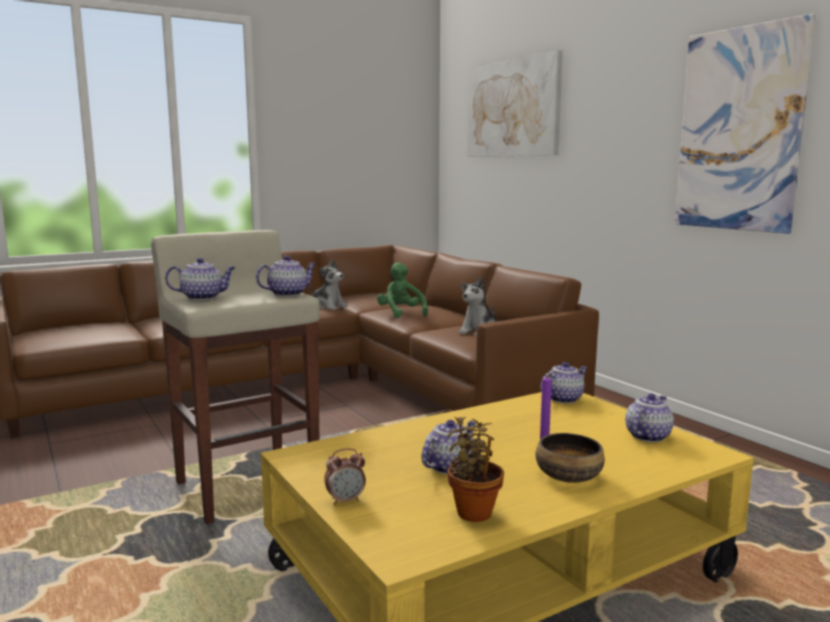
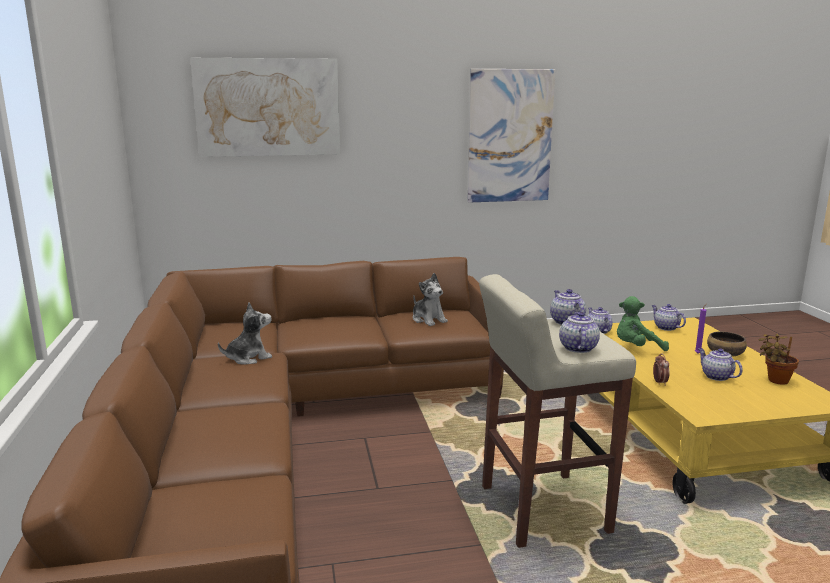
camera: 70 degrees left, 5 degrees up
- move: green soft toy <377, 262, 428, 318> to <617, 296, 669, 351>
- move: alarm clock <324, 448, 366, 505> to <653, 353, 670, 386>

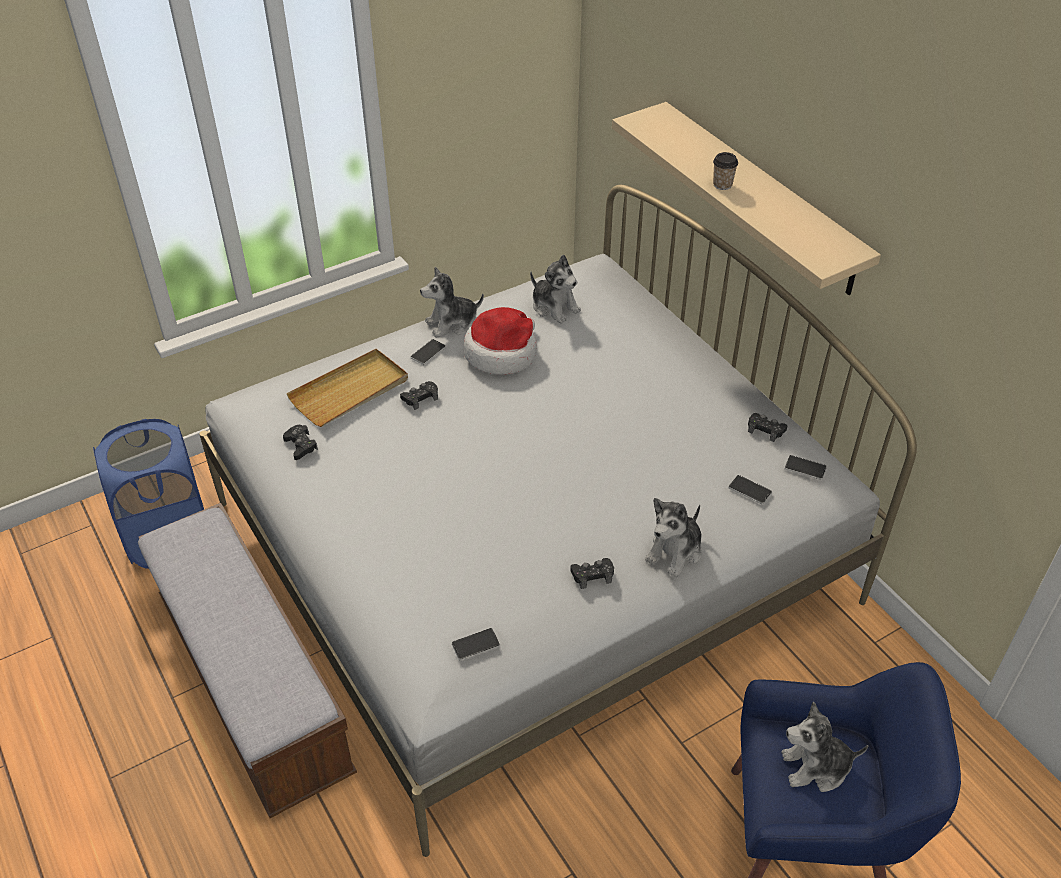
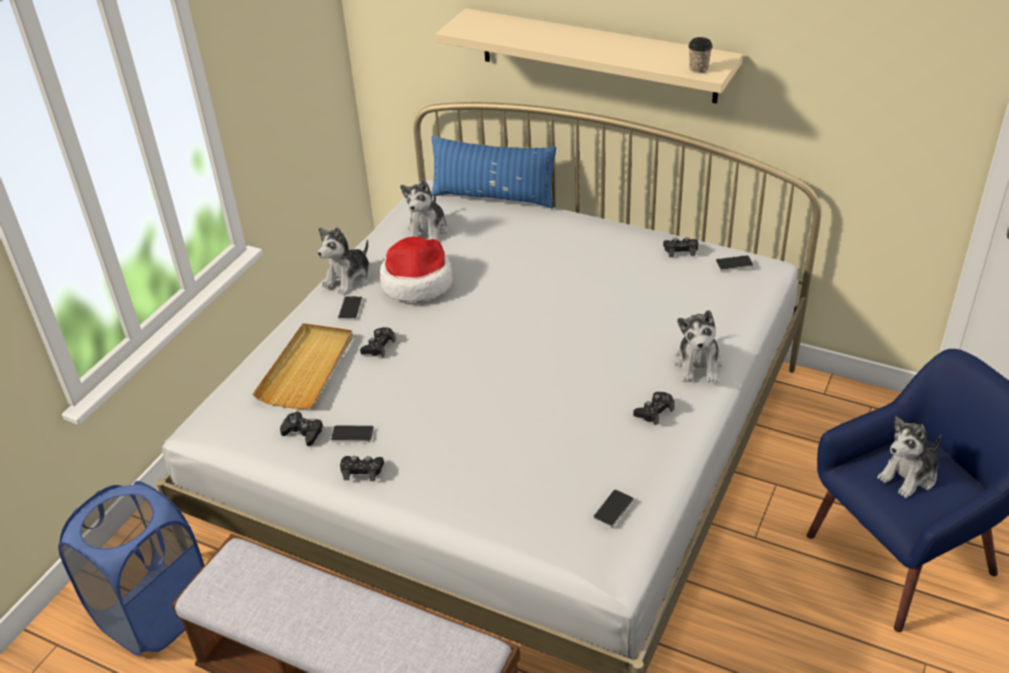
camera: 30 degrees left, 5 degrees down
- move: small cup <713, 152, 738, 190> to <688, 37, 713, 73>
- rotate: soft toy <530, 254, 581, 324> = <400, 179, 448, 240> 90 degrees clockwise
- move: handset <728, 475, 772, 504> to <331, 426, 374, 443>
- insert: blue pillow <431, 136, 556, 208>
- insert: blackish joypad <340, 456, 384, 481>

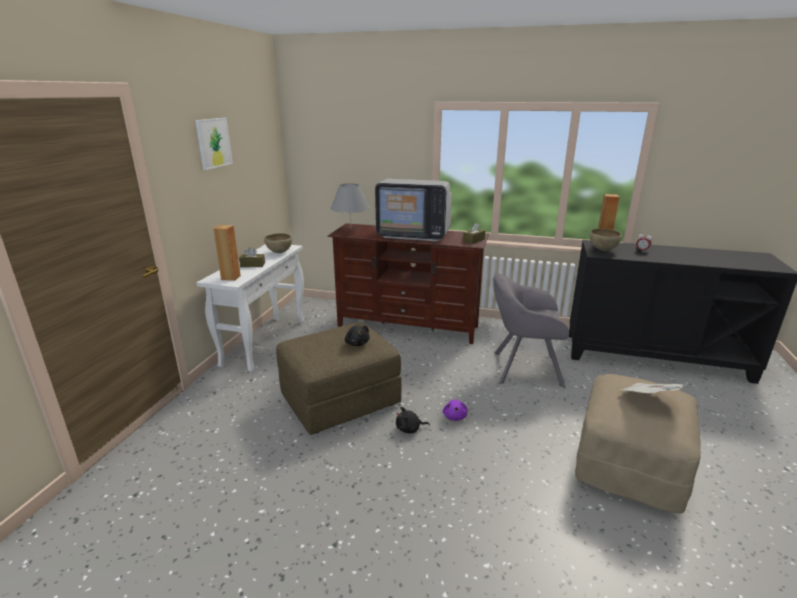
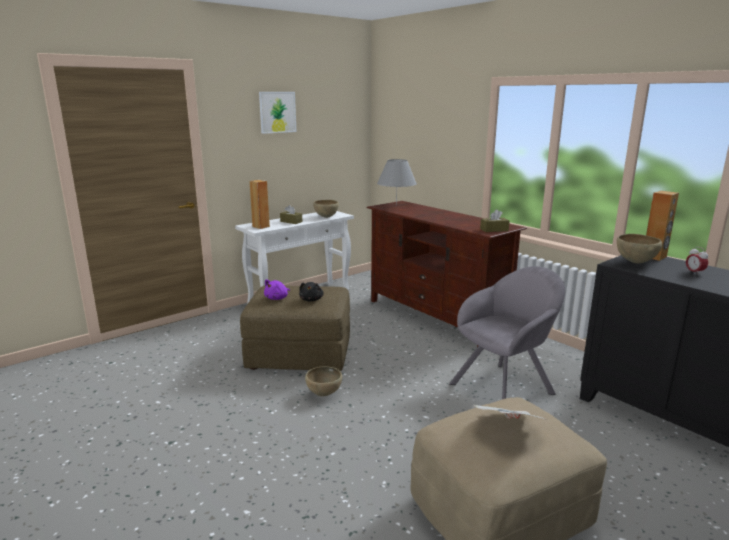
camera: 35 degrees right, 5 degrees down
- delete: TV <375, 179, 452, 241>
- rotate: greyish lounge chair <493, 274, 569, 388> = <449, 266, 565, 399> 105 degrees clockwise
- move: purplish soft toy <443, 400, 468, 421> to <264, 279, 290, 300>
- replace: blackish soft toy <396, 407, 430, 434> to brown-coloured deep dish <305, 366, 342, 396>

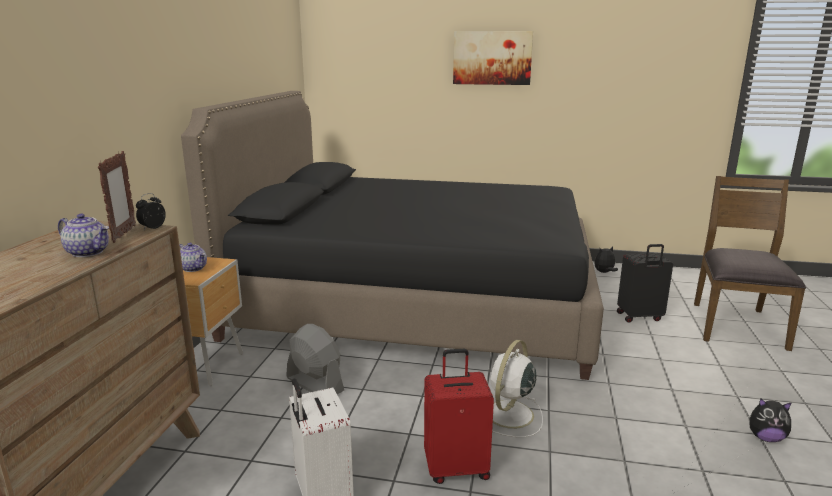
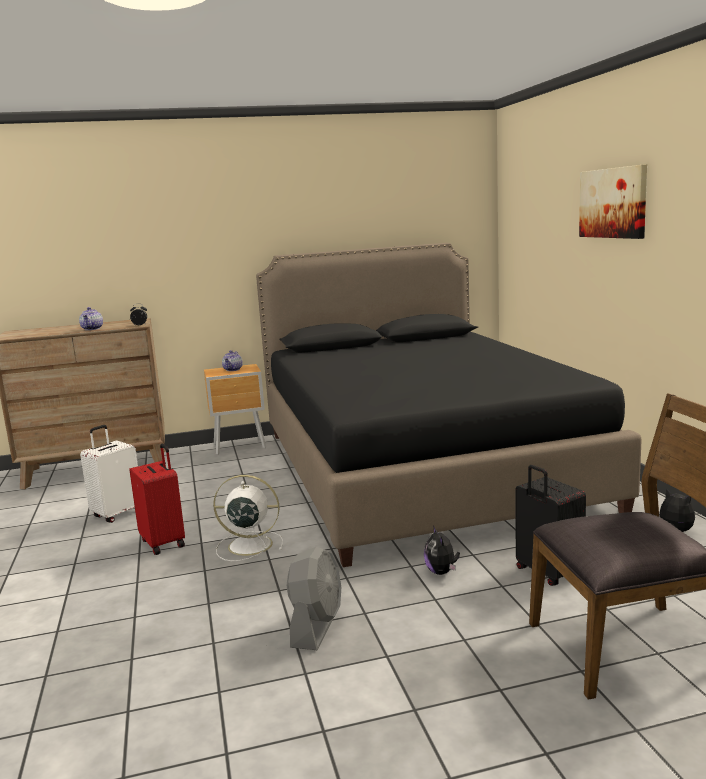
camera: 65 degrees right, 5 degrees down
- delete: photo frame <98, 151, 136, 243>
- move: greyish fan <286, 324, 344, 394> to <286, 546, 341, 650>
- move: soft toy <749, 398, 792, 442> to <424, 526, 460, 575>

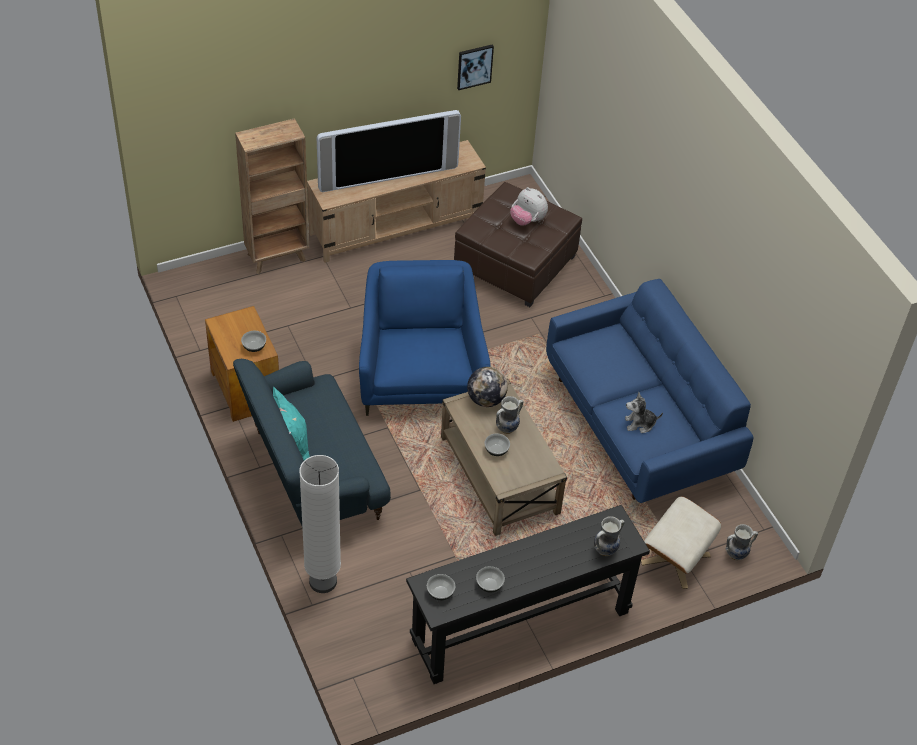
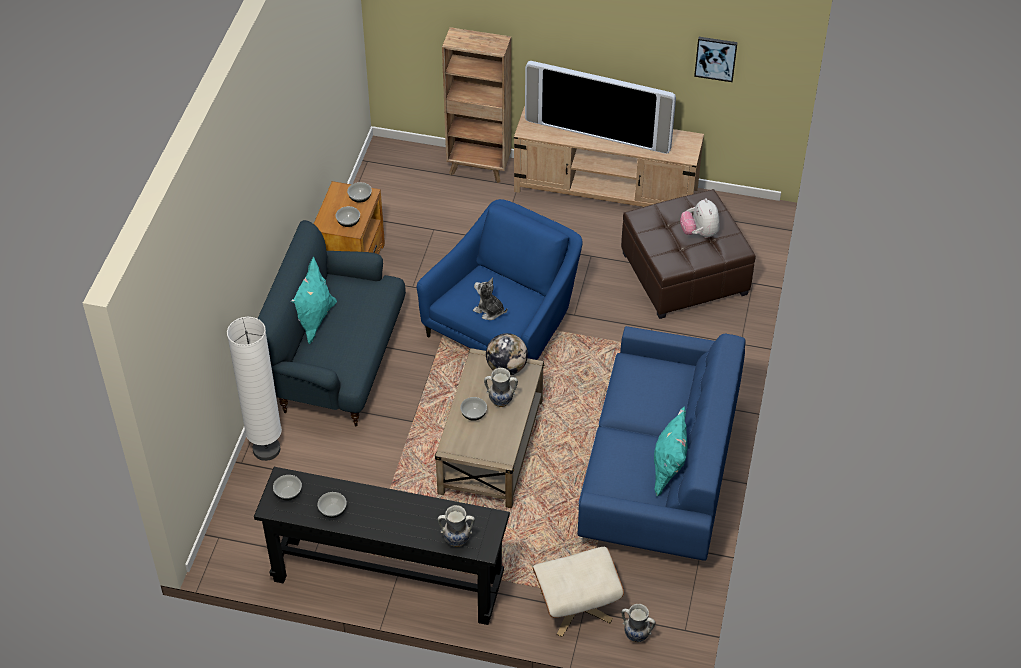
camera: 40 degrees right, 0 degrees up
- move: soft toy <625, 392, 663, 433> to <473, 278, 508, 320>
- insert: deep dish <347, 182, 372, 203>
- insert: turquoise pillow <654, 406, 688, 496>

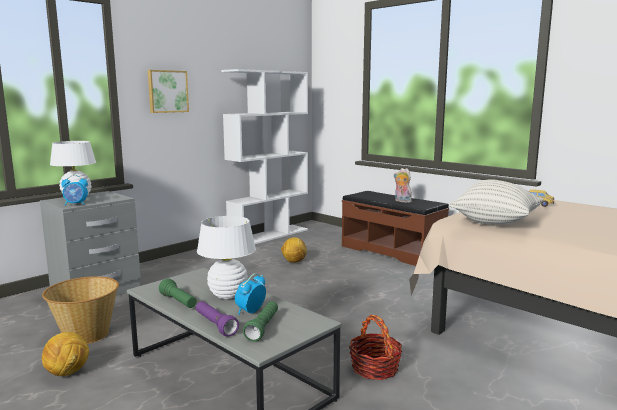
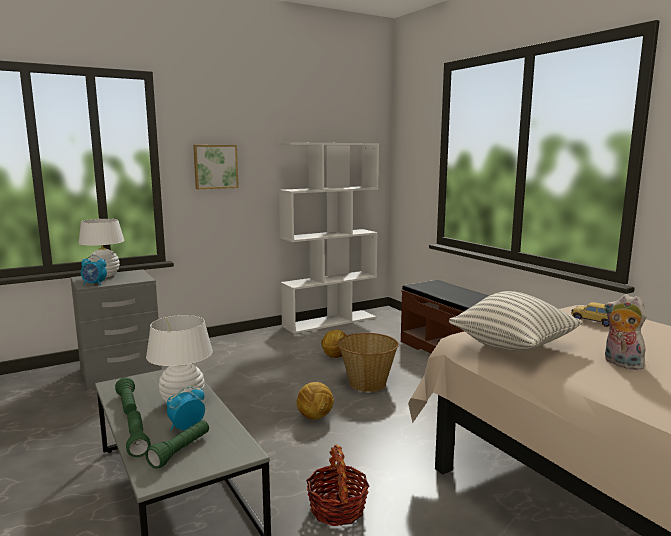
camera: 15 degrees right, 0 degrees up
- move: soft toy <394, 168, 412, 203> to <604, 294, 647, 370>
- move: storage basket <42, 276, 119, 344> to <337, 333, 399, 392>
- recolor: purplish torch <196, 301, 239, 337> to green torch <126, 410, 151, 457>
- move: football <42, 332, 89, 376> to <297, 382, 334, 420>

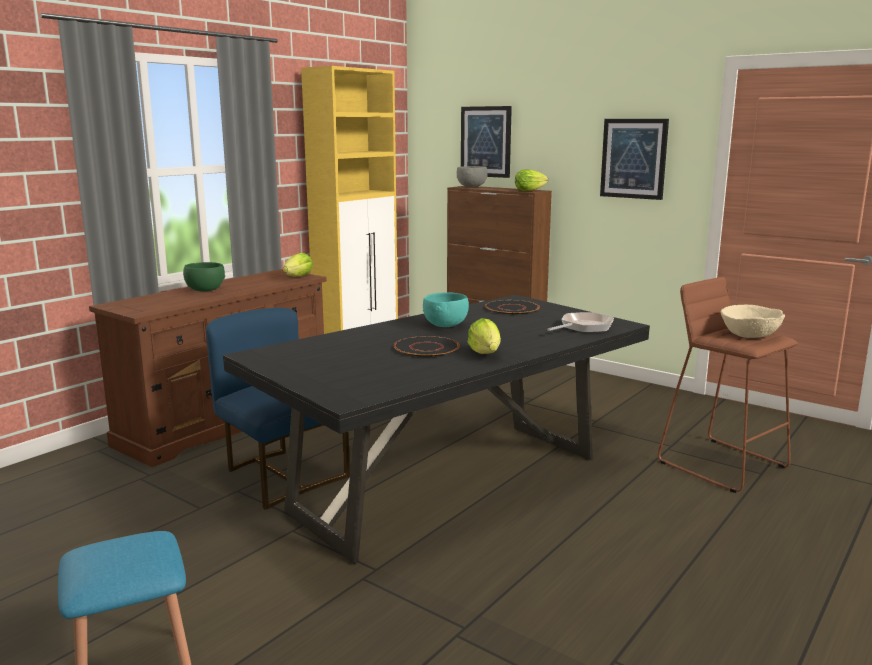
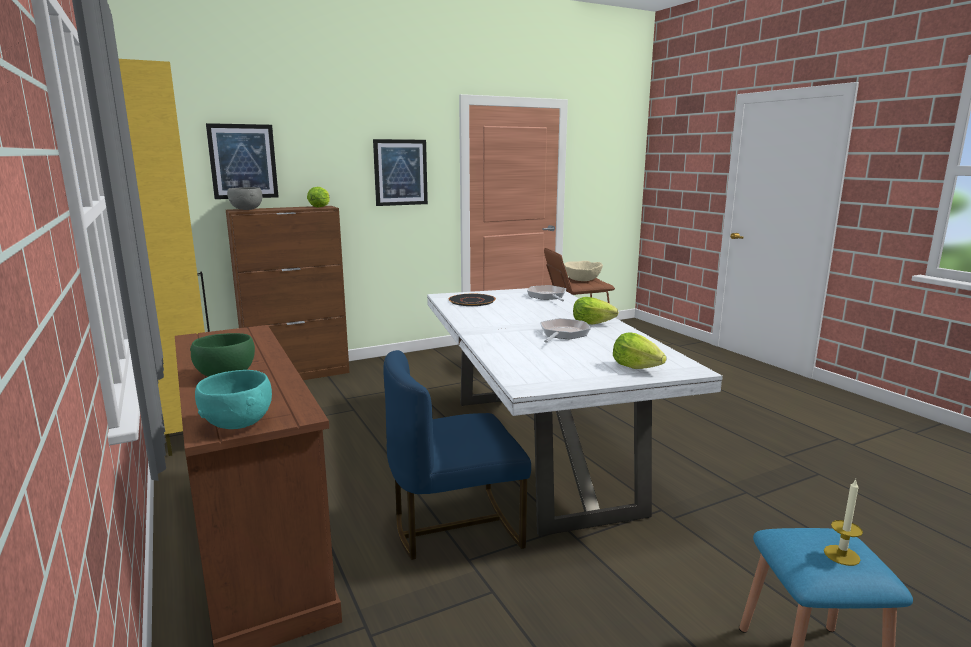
camera: 65 degrees left, 0 degrees up
- move: lettuce head <283, 252, 313, 277> to <613, 333, 667, 369>
- move: turquoise deep dish <423, 292, 469, 327> to <195, 370, 272, 429>
- recolor: blackish dinner table <223, 295, 650, 564> to white dinner table <427, 288, 723, 537>
- replace: blackish plate <394, 336, 460, 357> to frying pan <540, 318, 591, 343>
- insert: candle <824, 479, 863, 566>

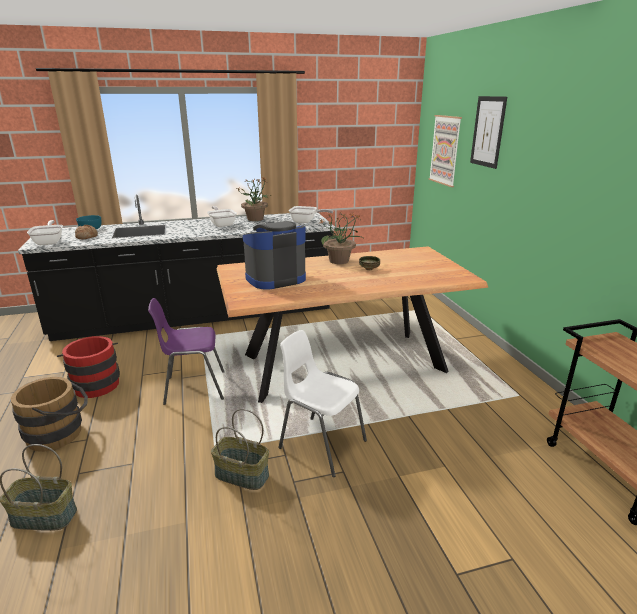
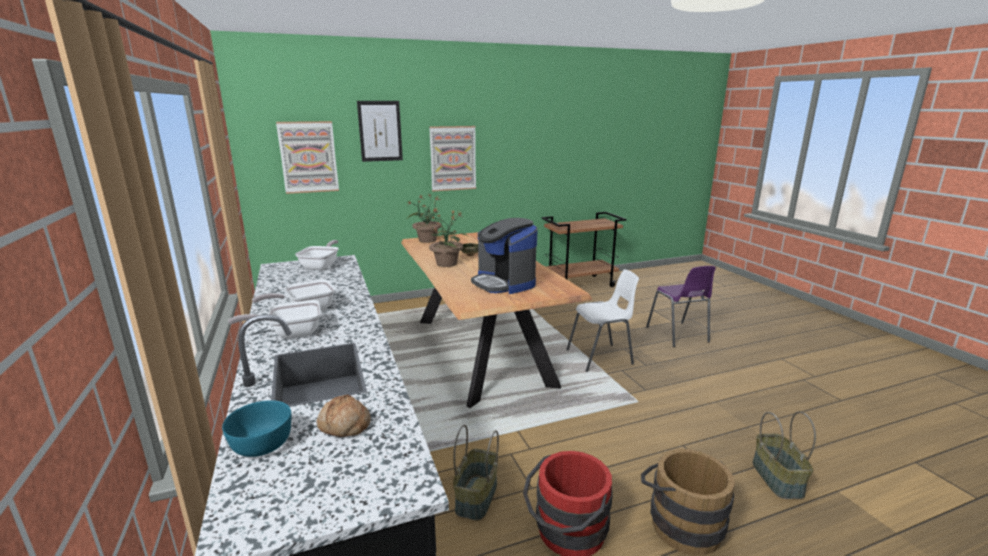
camera: 95 degrees left, 5 degrees down
- move: houseplant <237, 176, 269, 221> to <406, 194, 441, 243>
- move: frying pan <27, 220, 63, 245> to <228, 300, 321, 339>
- move: purplish chair <148, 298, 225, 405> to <646, 266, 716, 347>
- rotate: white chair <279, 330, 367, 477> = <566, 269, 639, 372> 135 degrees counterclockwise
- move: storage basket <211, 409, 269, 490> to <453, 425, 499, 521>
- insert: wall art <429, 126, 476, 191>

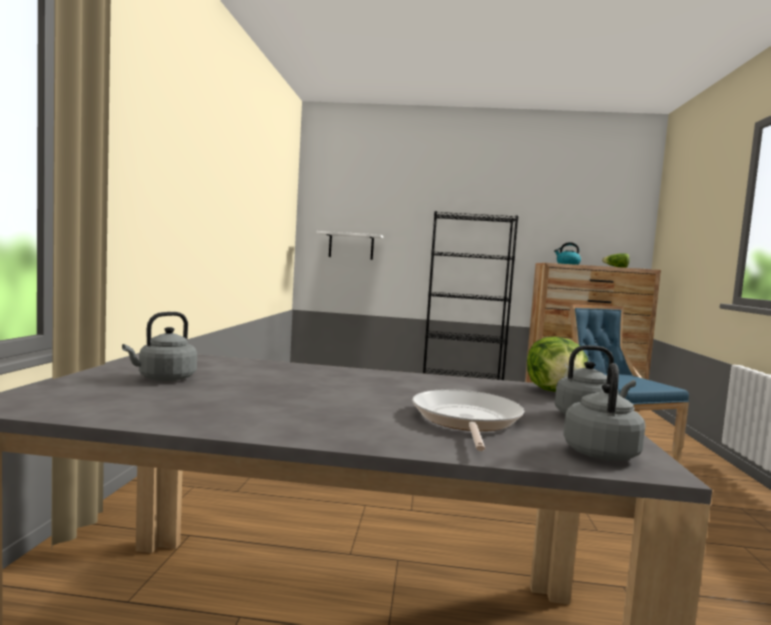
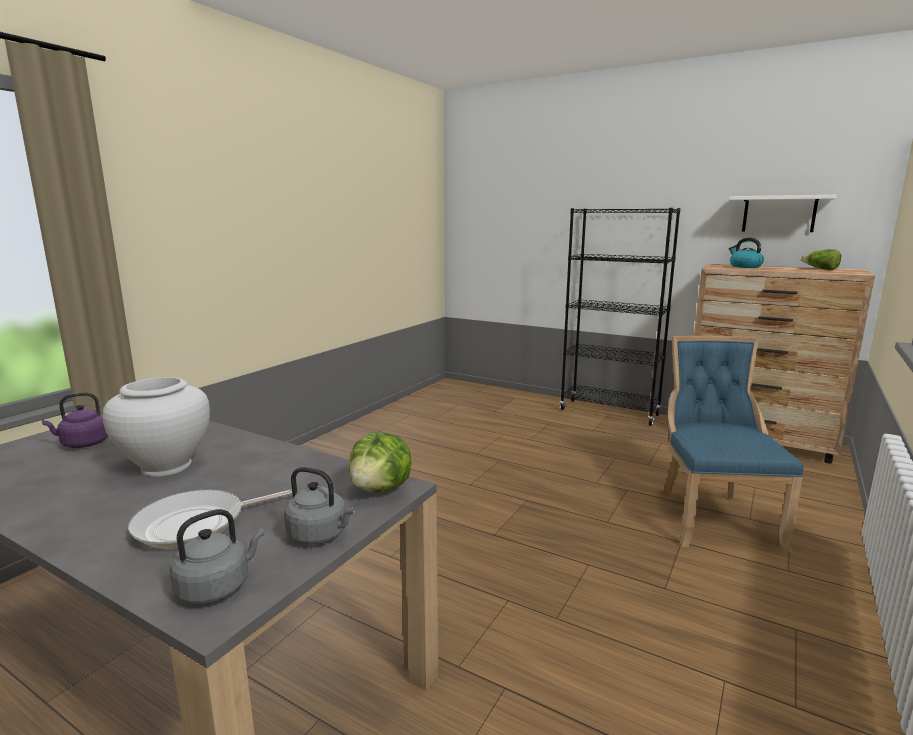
camera: 25 degrees right, 10 degrees up
- move: white wall shelf <316, 231, 383, 260> to <729, 195, 837, 232>
- recolor: greyish kettle <122, 312, 197, 382> to purplish kettle <42, 392, 108, 448>
- rotate: frying pan <412, 389, 524, 451> = <128, 489, 292, 549> 150 degrees counterclockwise
- insert: white flower vase <102, 377, 210, 477>

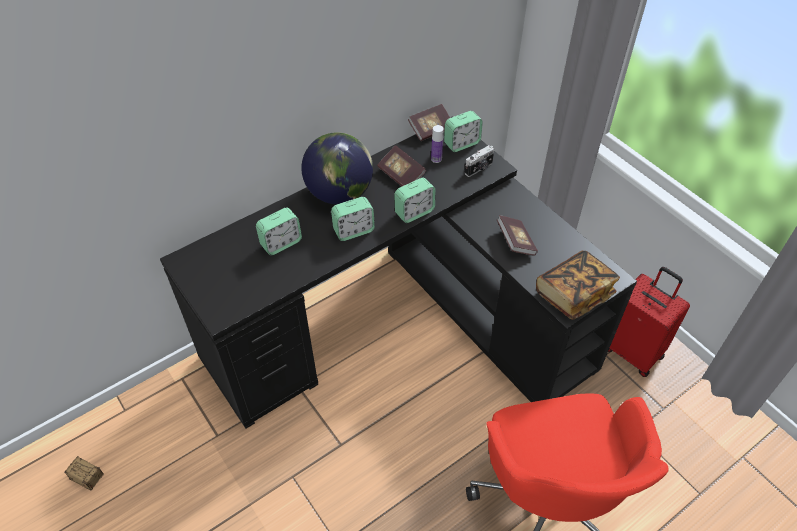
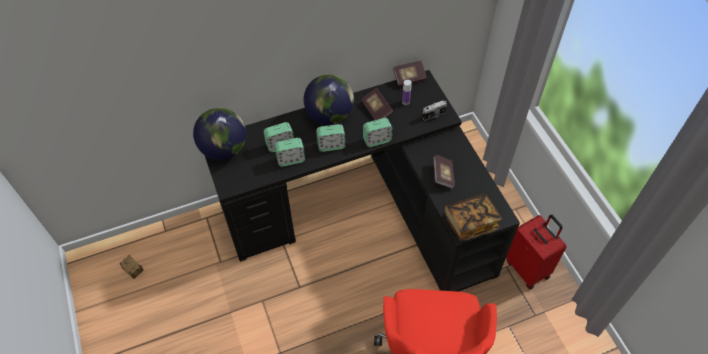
camera: 15 degrees right, 5 degrees up
- move: alarm clock <444, 111, 483, 152> to <274, 138, 305, 167>
- insert: globe <193, 107, 247, 160>

